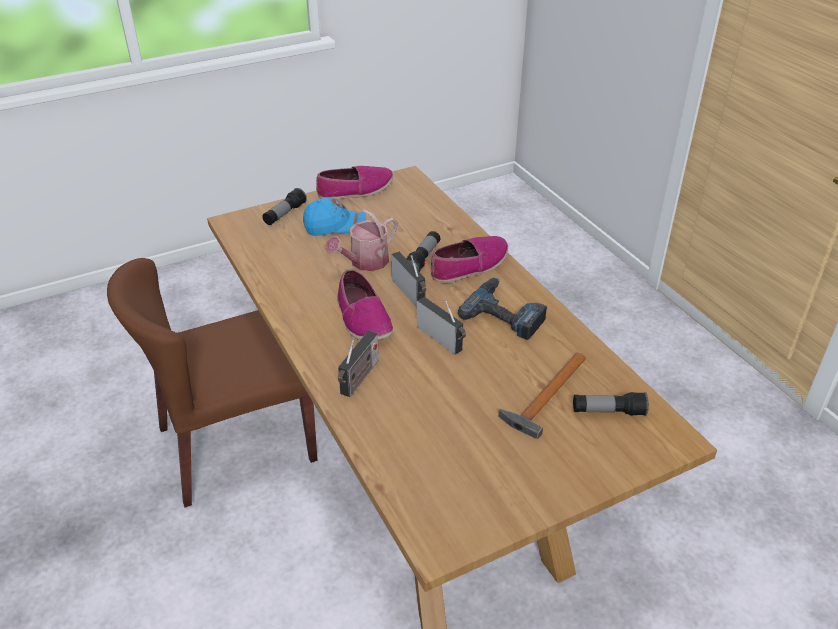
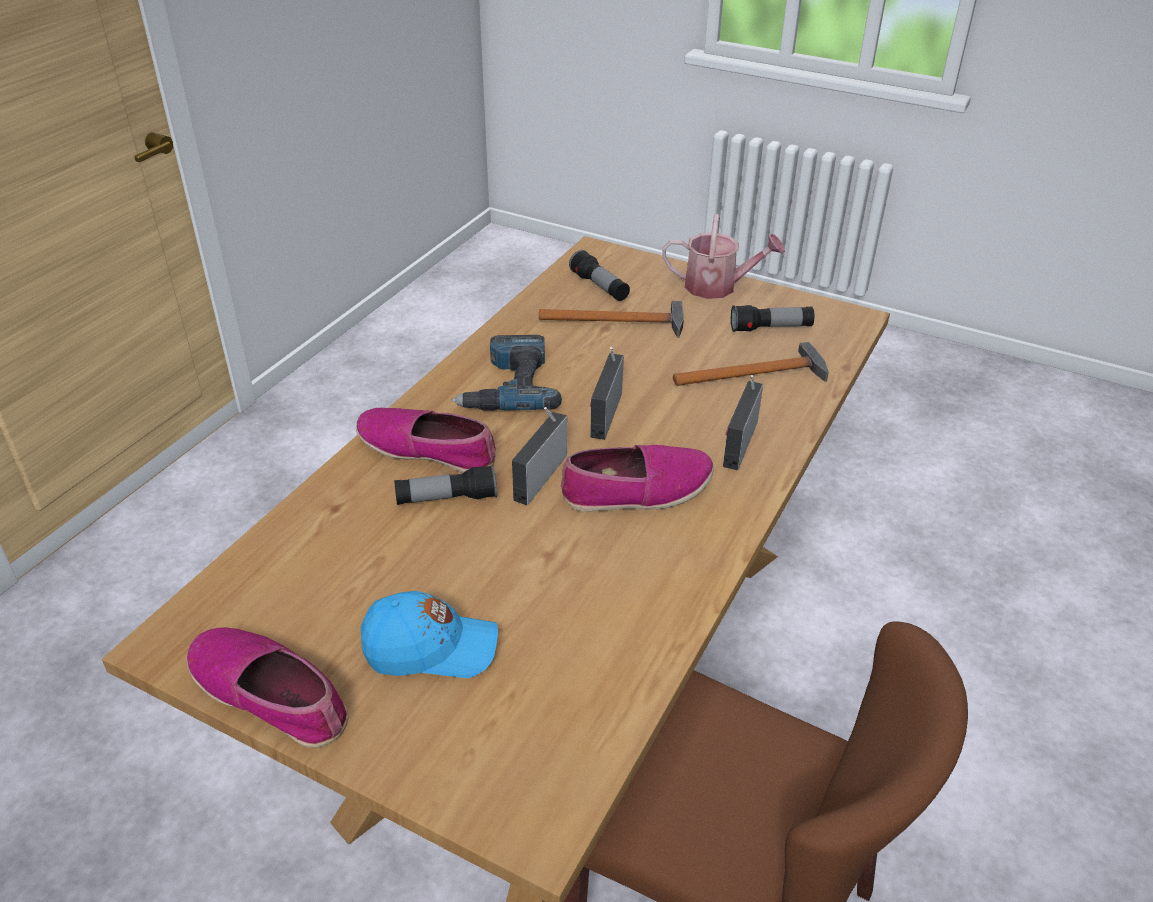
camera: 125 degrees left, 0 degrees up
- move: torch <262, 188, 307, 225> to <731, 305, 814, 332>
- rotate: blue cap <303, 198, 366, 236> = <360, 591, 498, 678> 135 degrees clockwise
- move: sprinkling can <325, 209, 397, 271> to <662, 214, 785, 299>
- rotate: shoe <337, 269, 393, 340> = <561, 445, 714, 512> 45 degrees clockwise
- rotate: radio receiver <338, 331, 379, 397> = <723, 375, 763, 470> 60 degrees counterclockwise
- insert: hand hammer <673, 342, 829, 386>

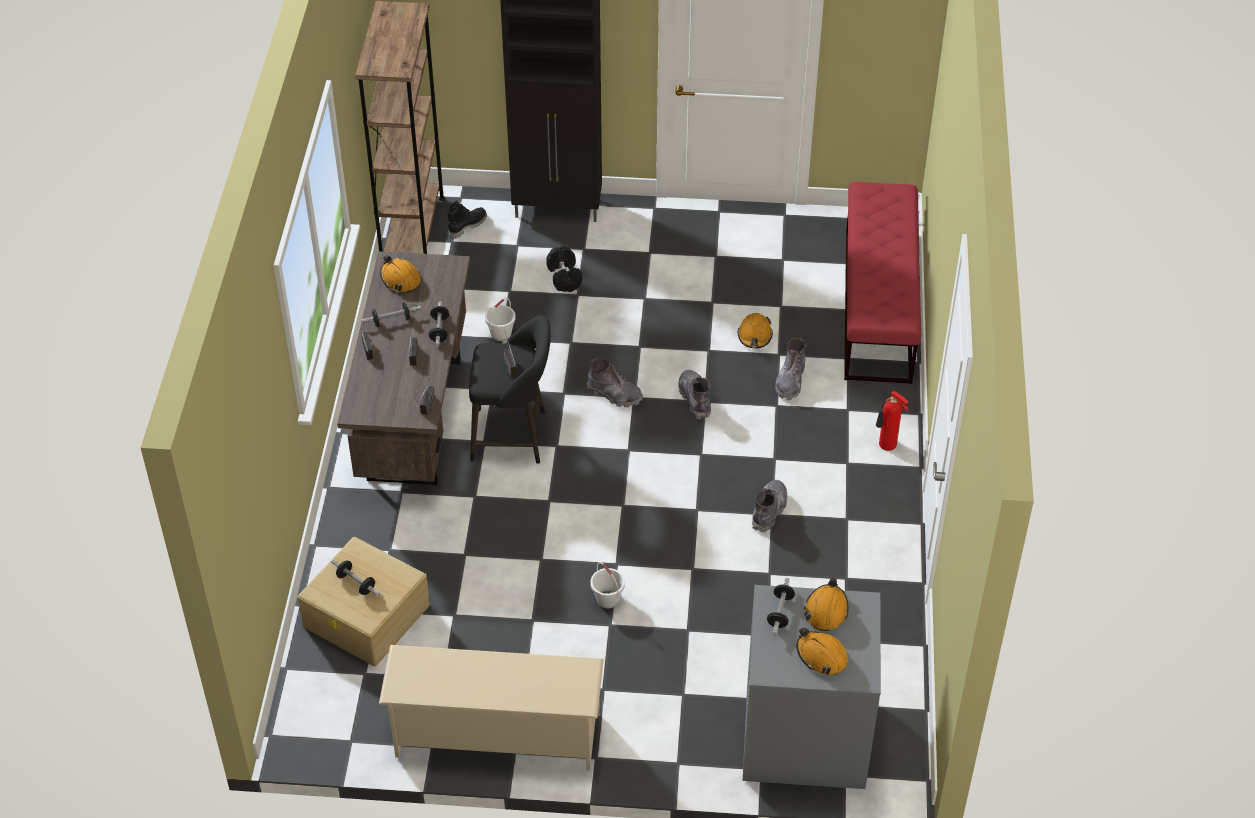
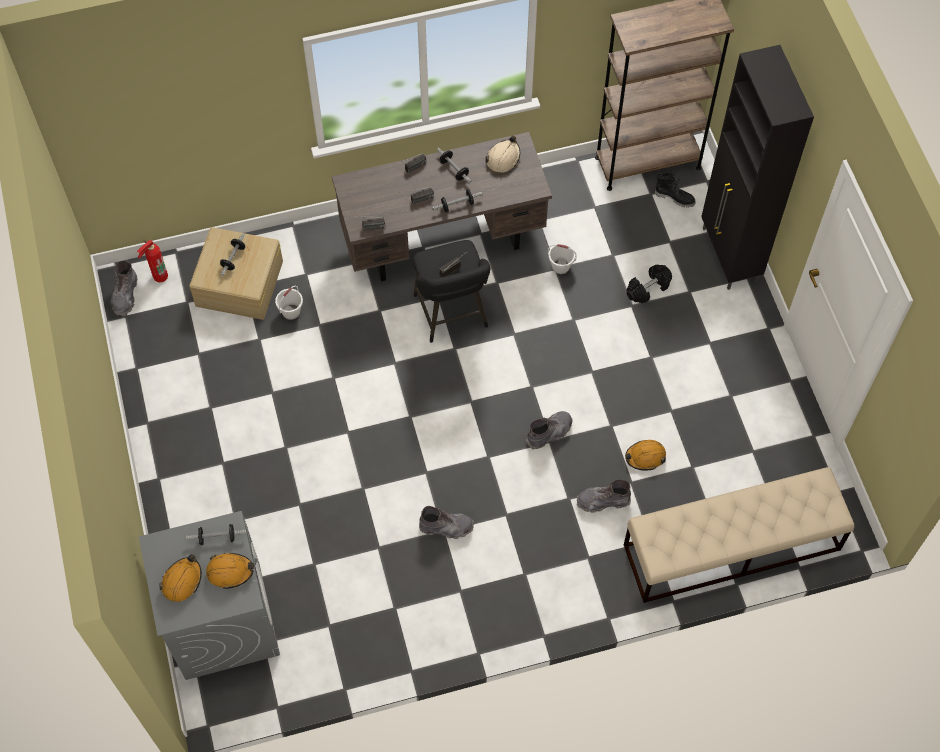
camera: 70 degrees right, 15 degrees up
- recolor: reddish indoor bench <844, 182, 921, 384> to sand-coloured indoor bench <624, 467, 855, 603>
- recolor: orange safety helmet <380, 255, 421, 293> to sand-coloured safety helmet <485, 136, 520, 173>
- move: greyish tall boot <587, 357, 643, 407> to <111, 260, 137, 317>
- move: extinguisher <876, 391, 909, 451> to <137, 240, 168, 282>
- move: white bucket <590, 562, 625, 608> to <275, 286, 303, 320>
- delete: sand-coloured shoe stand <379, 645, 604, 771>

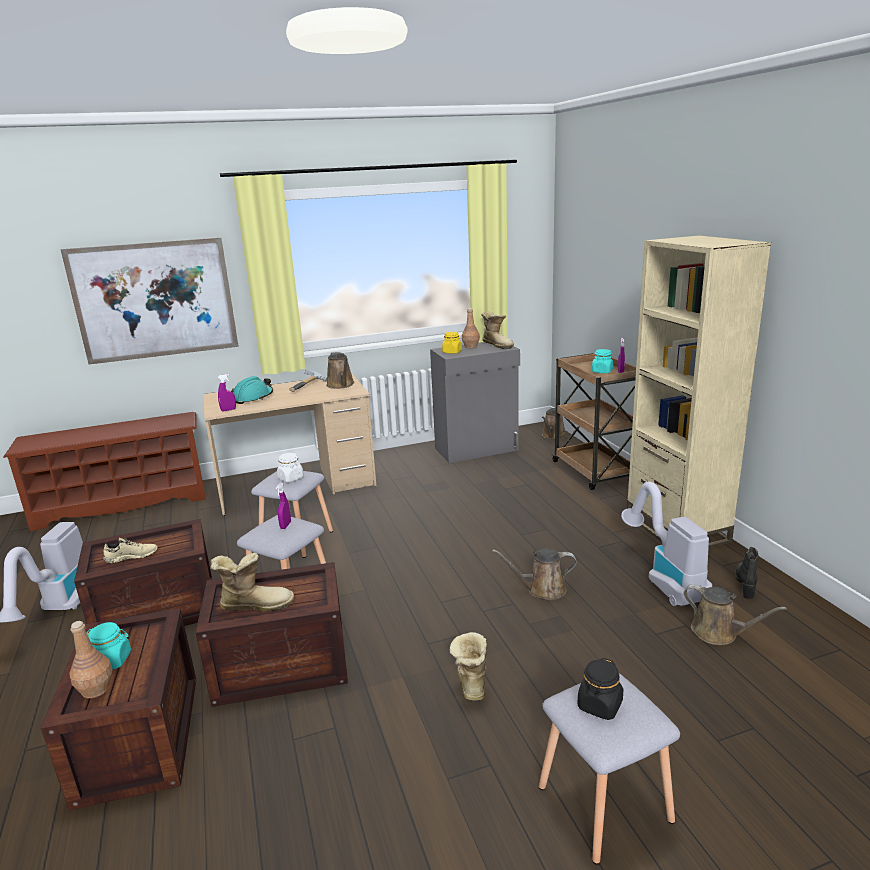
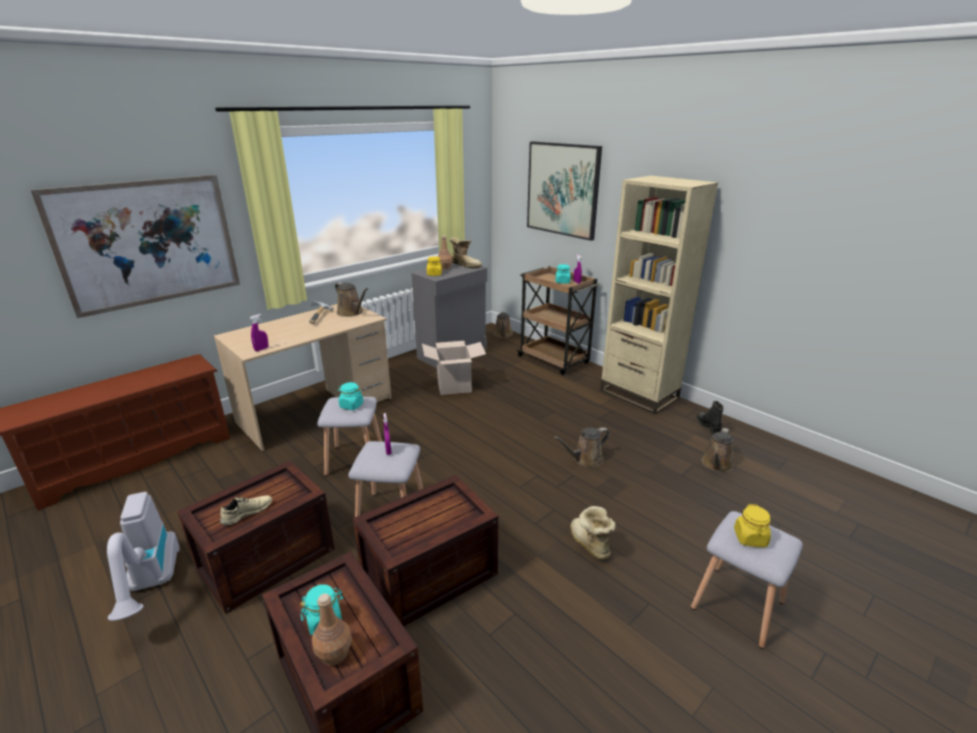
camera: 25 degrees left, 5 degrees up
- delete: turquoise safety helmet <231, 376, 273, 404>
- recolor: white jar <277, 453, 304, 482> to turquoise jar <338, 382, 364, 410>
- delete: vacuum cleaner <621, 482, 712, 606>
- delete: tall boot <210, 553, 294, 611>
- rotate: brown-coloured sprinkling can <683, 584, 787, 645> = <702, 428, 734, 472> 105 degrees clockwise
- recolor: blackish jar <577, 658, 623, 720> to yellowish jar <734, 504, 771, 547>
- insert: wall art <527, 141, 602, 241>
- insert: cardboard box <422, 341, 486, 395>

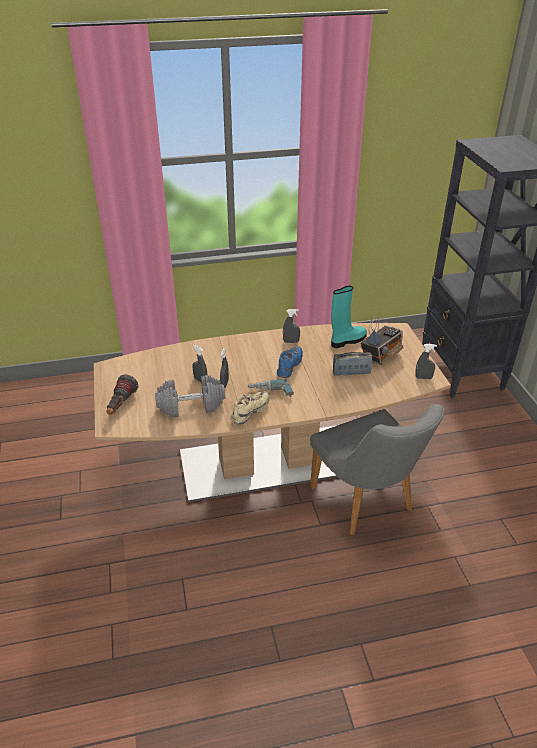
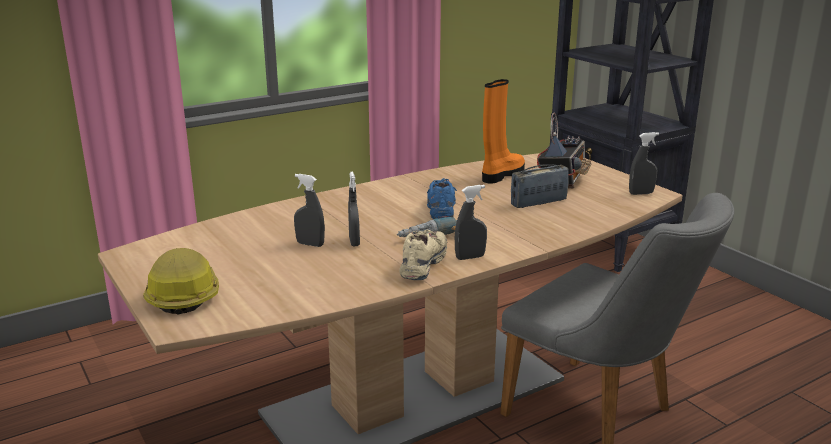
camera: 20 degrees left, 15 degrees down
- recolor: turquoise tall boot <331, 286, 367, 348> to orange tall boot <482, 79, 525, 184>
- move: greyish hand sprayer <283, 309, 300, 343> to <455, 185, 487, 260>
- replace: torch <107, 375, 138, 415> to safety helmet <143, 248, 219, 314>
- delete: greyish free weight <155, 375, 225, 418>

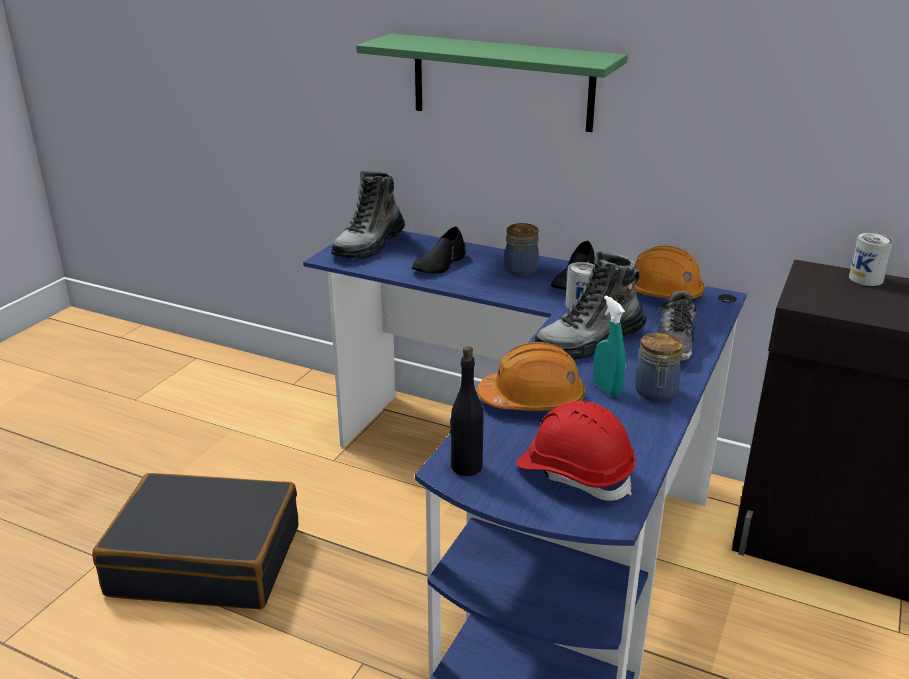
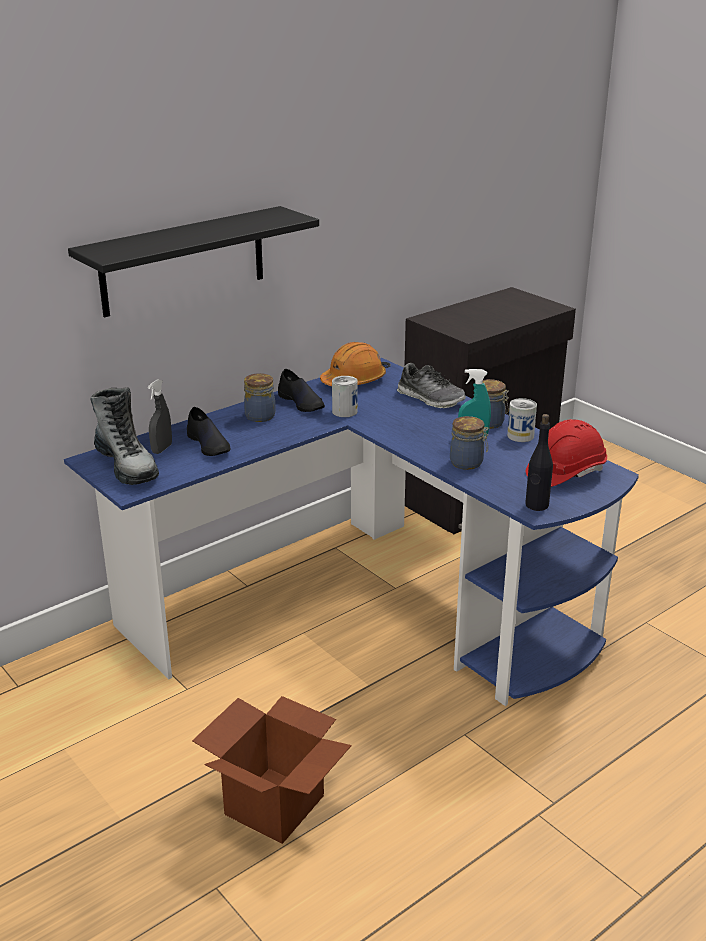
camera: 65 degrees left, 0 degrees up
- recolor: green wall shelf <356, 33, 628, 132> to blackish wall shelf <68, 206, 319, 317>
- move: metal can <849, 233, 893, 286> to <507, 398, 537, 442>
- delete: tall boot <534, 251, 646, 360>
- replace: orange safety helmet <477, 342, 585, 411> to jar <450, 416, 488, 470>
- replace: blackish suitcase <92, 473, 298, 609> to cardboard box <192, 696, 352, 844>
- insert: greyish hand sprayer <148, 379, 172, 454>

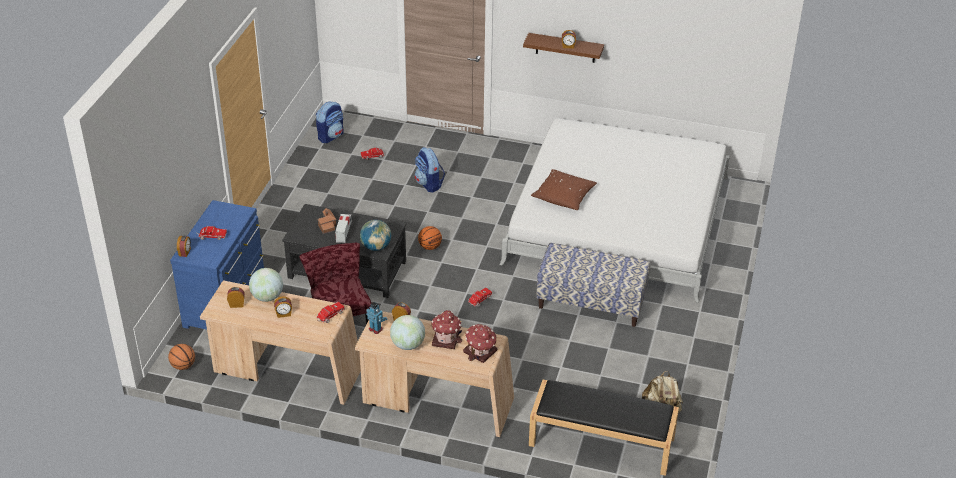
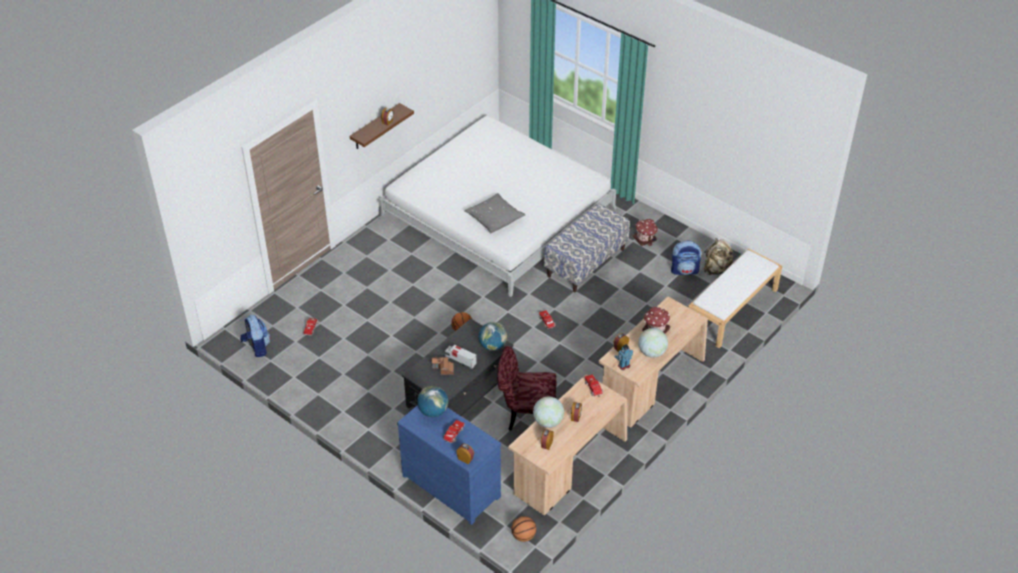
camera: 65 degrees left, 5 degrees up
- move: rucksack <415, 147, 445, 193> to <671, 240, 702, 275>
- recolor: brown-coloured pillow <531, 169, 597, 210> to greyish pillow <465, 193, 525, 233>
- move: toy house <463, 324, 497, 363> to <633, 219, 658, 246>
- recolor: blackish indoor bench <529, 380, 679, 476> to white indoor bench <688, 249, 782, 348>
- insert: globe <417, 386, 448, 417>

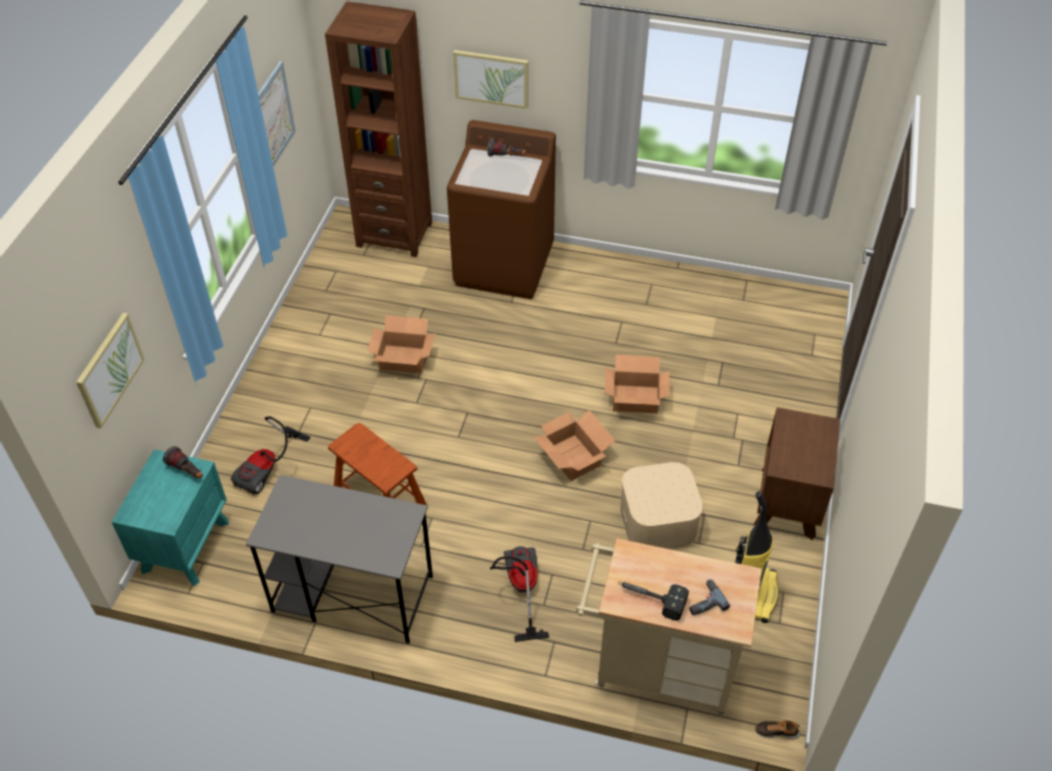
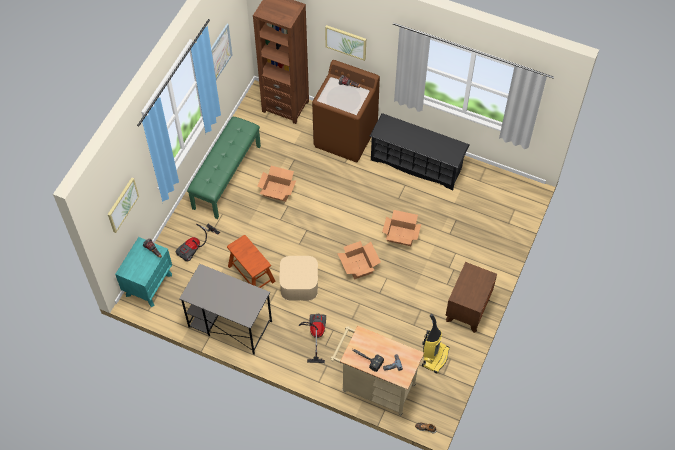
camera: 10 degrees right, 10 degrees up
- move: sand-coloured storage container <620, 462, 703, 549> to <279, 256, 318, 301>
- insert: blackish shoe stand <369, 113, 470, 190>
- insert: green indoor bench <187, 117, 261, 219>

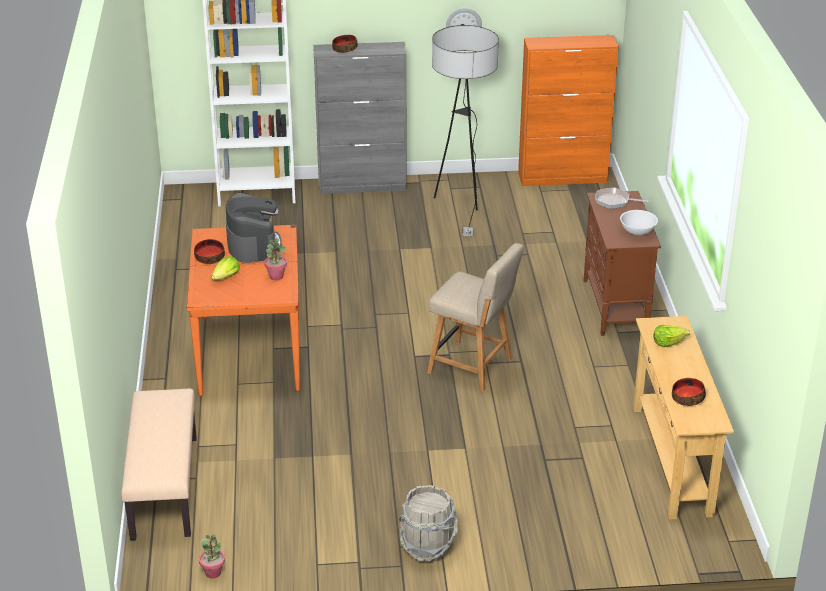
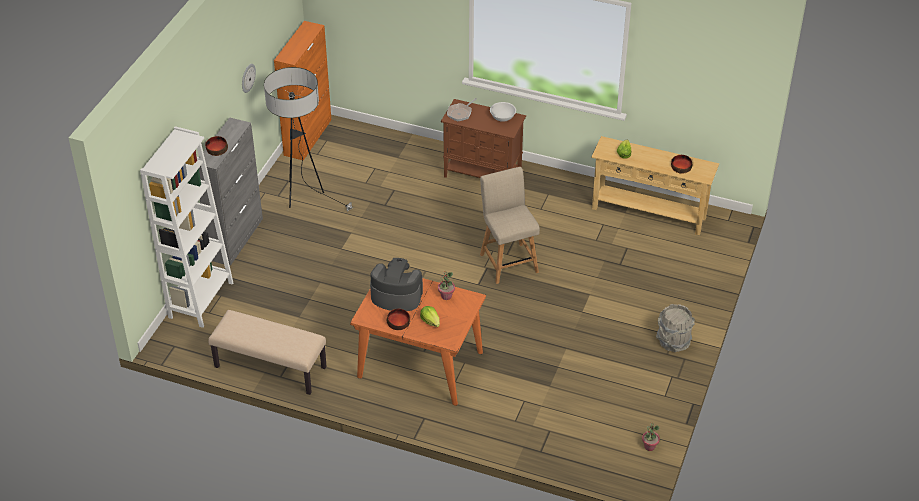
camera: 65 degrees left, 10 degrees up
- rotate: sand-coloured chair <427, 243, 524, 391> = <480, 167, 540, 284> 75 degrees counterclockwise
- move: sand-coloured indoor bench <121, 388, 197, 540> to <208, 310, 326, 395>

